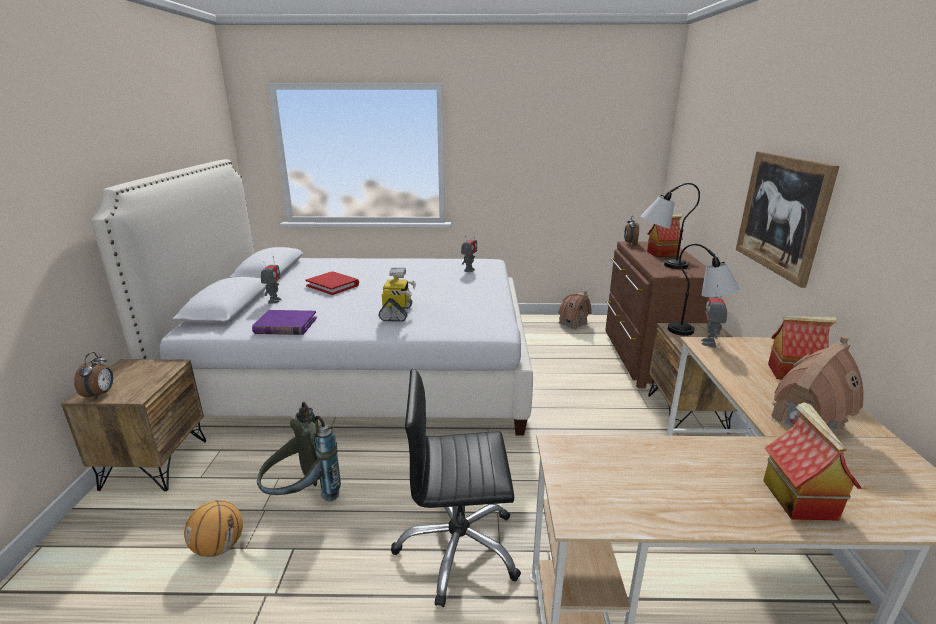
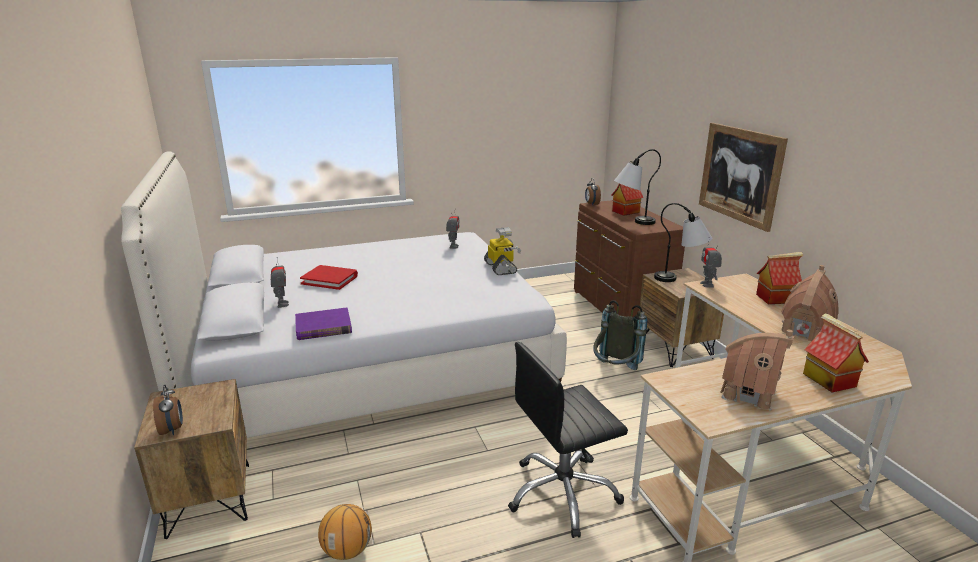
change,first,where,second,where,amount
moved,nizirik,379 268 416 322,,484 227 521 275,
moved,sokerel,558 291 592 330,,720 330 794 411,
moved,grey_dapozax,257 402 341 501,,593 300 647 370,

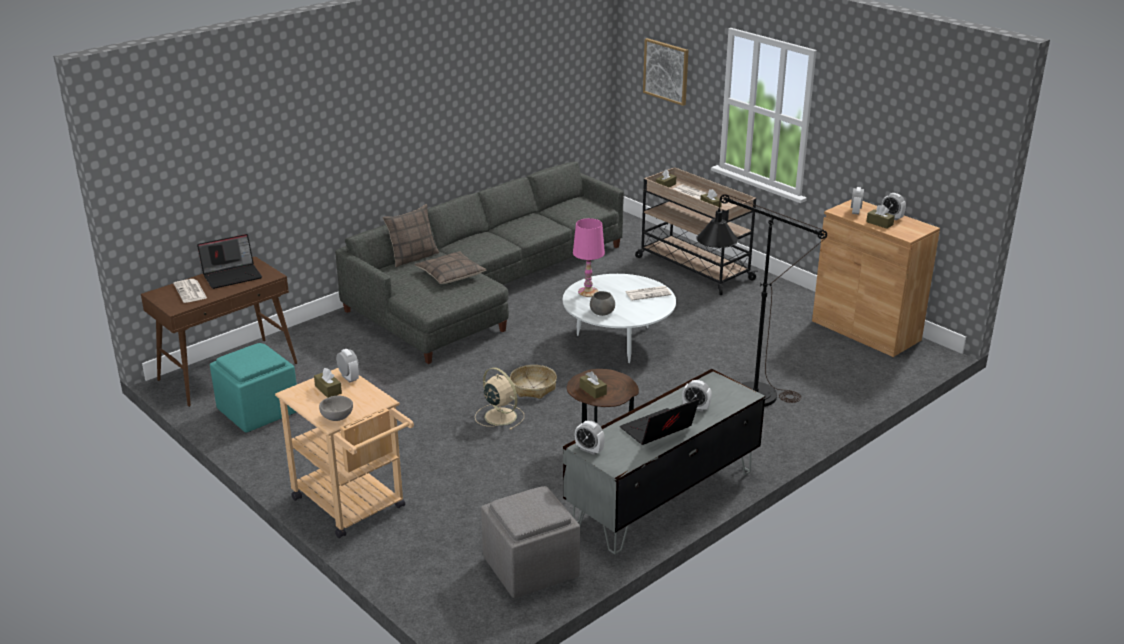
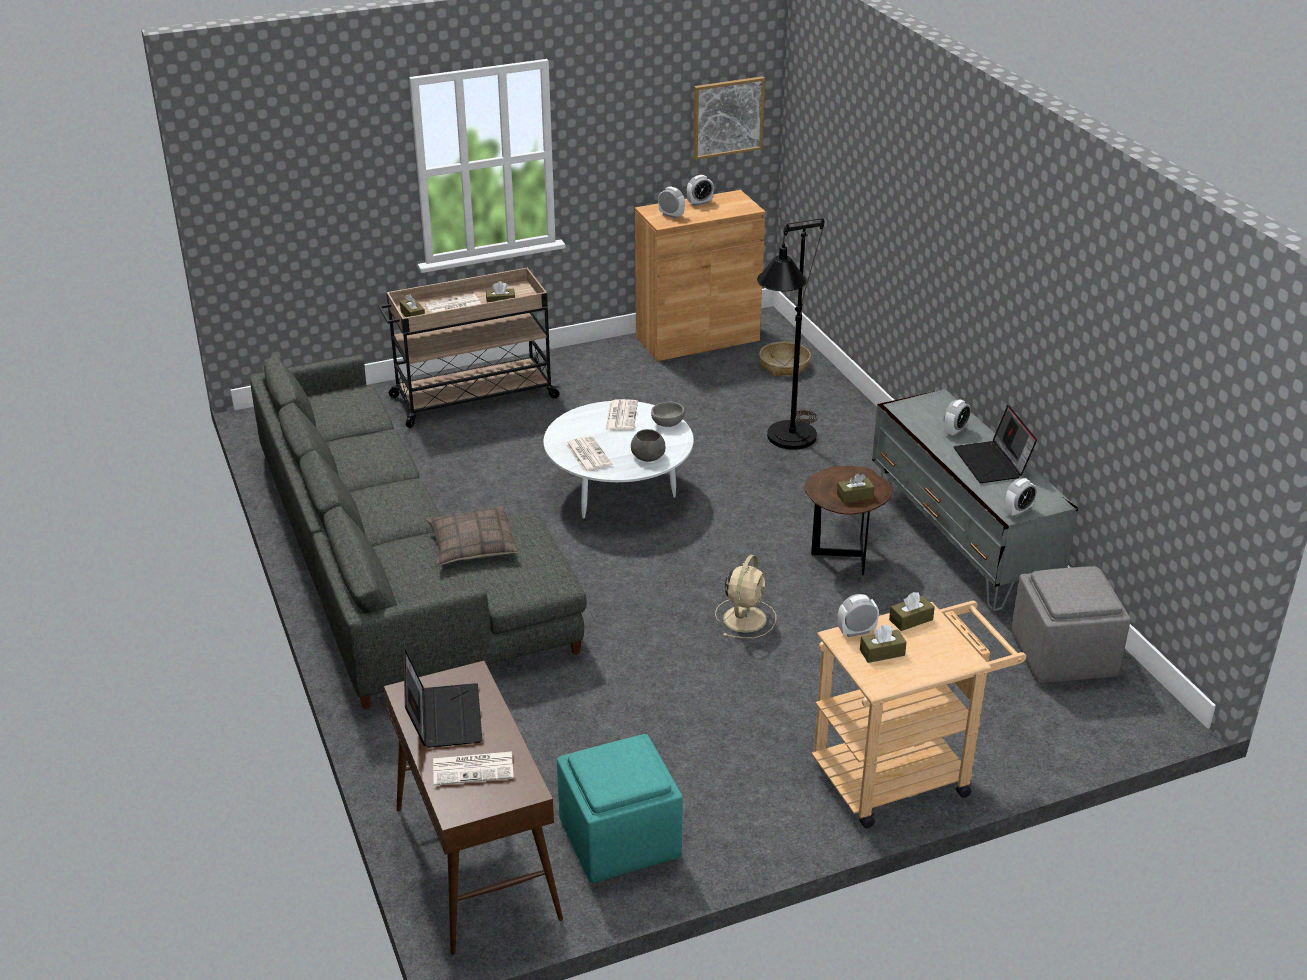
change,first,where,second,where,amount
moved,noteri,643 38 688 106,,693 76 765 160,
removed,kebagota,383 204 439 267,,,
moved,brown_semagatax,866 205 895 229,,889 592 935 631,
replaced,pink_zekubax,573 218 605 297,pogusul,565 436 612 472,
moved,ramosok,510 365 557 399,,759 342 811 376,
turned,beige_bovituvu,475 367 524 430,,715 555 776 638,135 degrees clockwise
moved,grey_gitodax,319 396 353 421,,651 402 685 427,

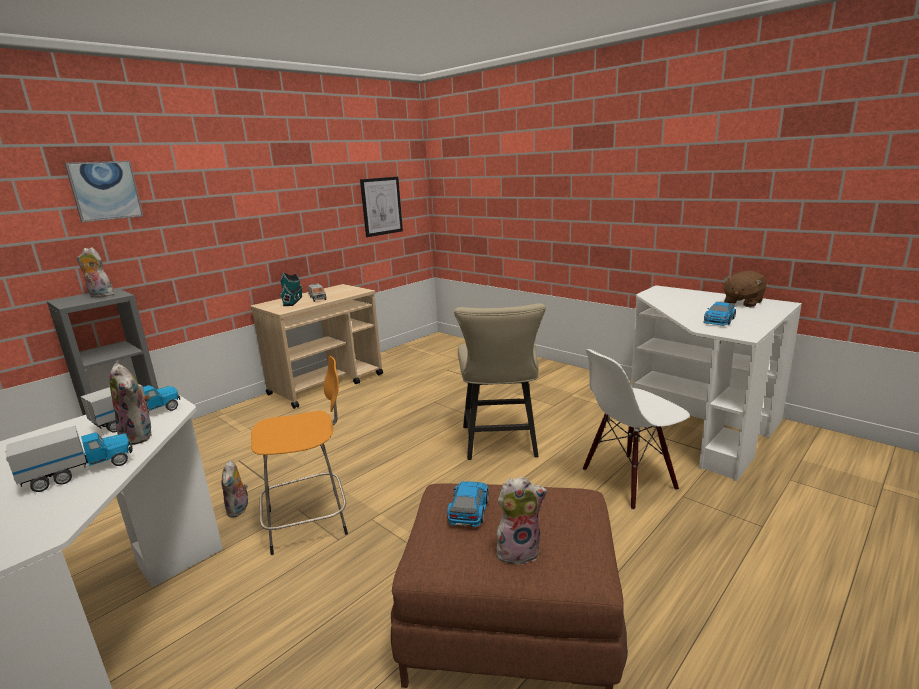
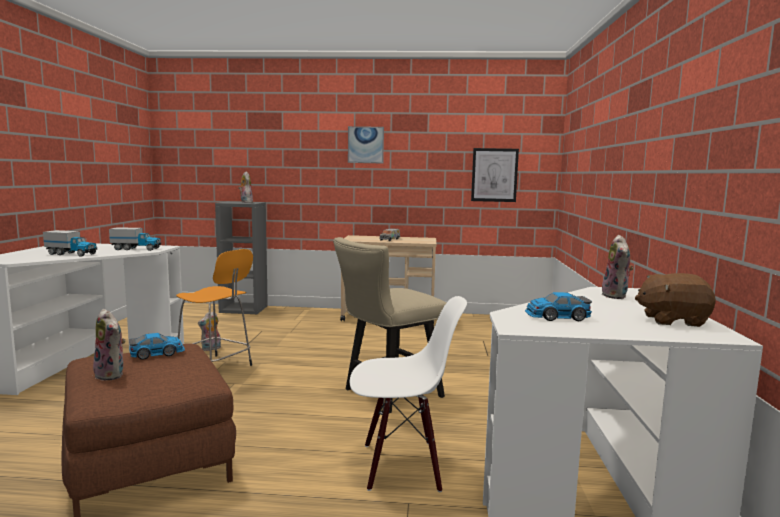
change,first,where,second,where,amount
moved,noteri,65 161 143 222,,348 126 384 163,
removed,sokerel,280 273 303 306,,,
turned,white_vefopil,583 349 690 510,,350 296 467 492,150 degrees clockwise
moved,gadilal,110 363 152 445,,602 235 634 299,

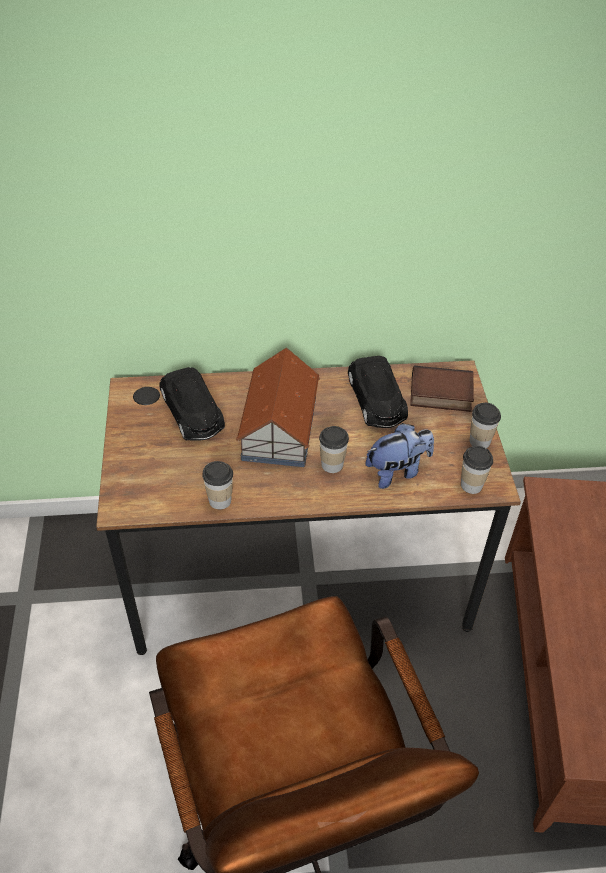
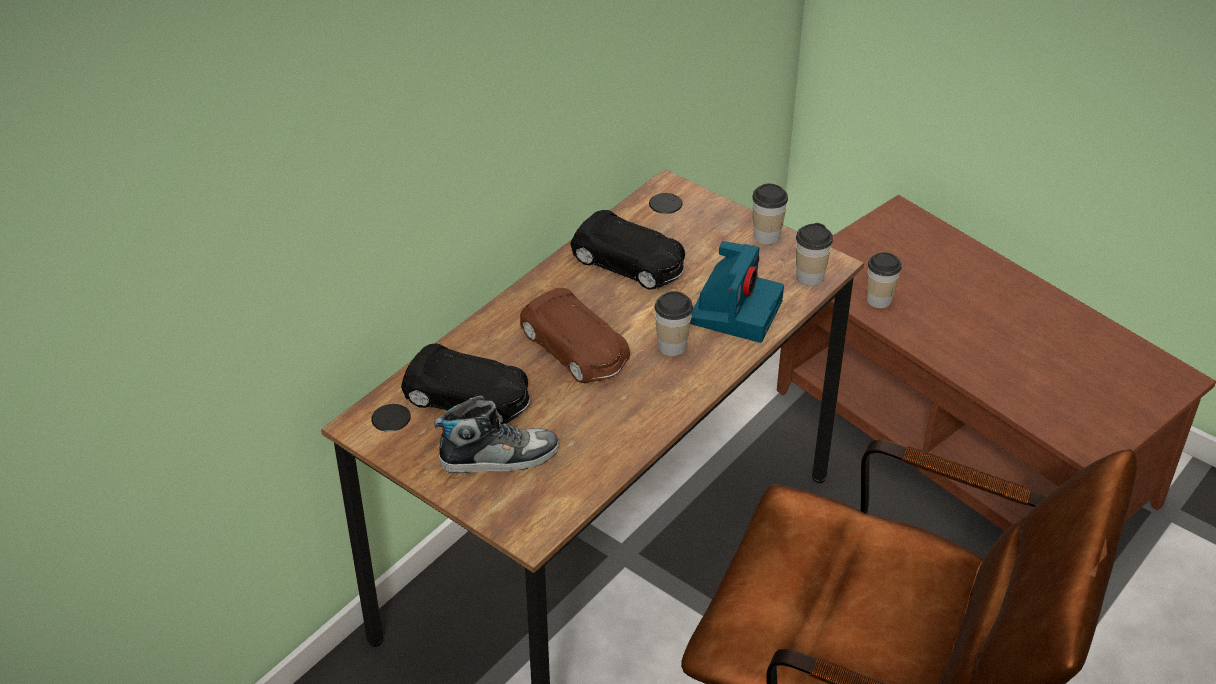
change,first,where,second,where,amount
replaced,sokerel,236 348 320 467,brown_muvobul,520 288 630 384,
removed,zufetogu,410 366 474 412,,,
replaced,gadilal,366 423 434 489,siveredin,690 241 784 343,
moved,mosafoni,202 461 233 510,,867 252 901 308,
added,,,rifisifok,434 395 559 473,

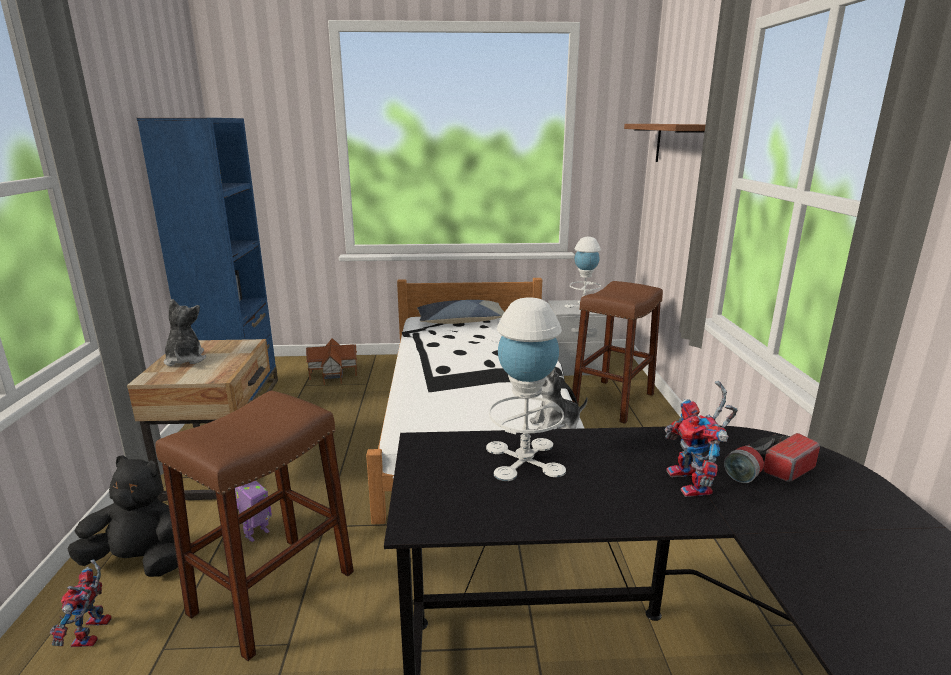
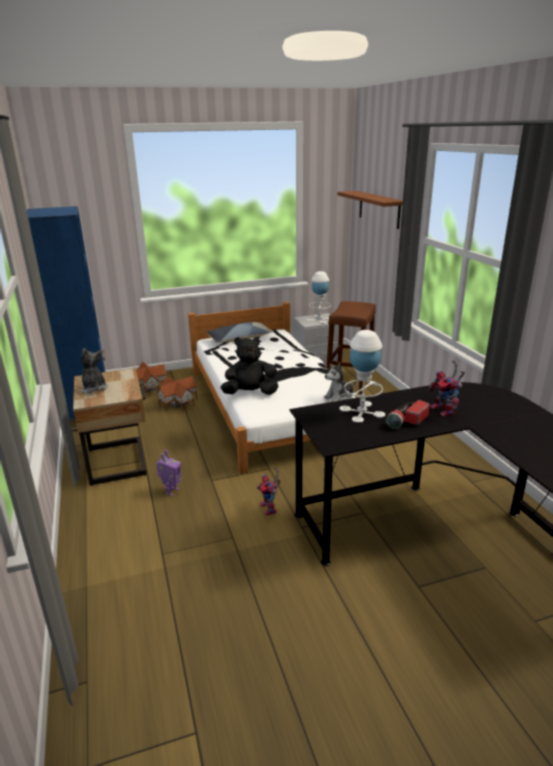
change,first,where,second,where,amount
removed,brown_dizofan,156 391 354 661,,,
moved,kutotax,724 433 820 483,,386 400 430 429,
moved,black_gadilal,68 455 178 577,,220 337 278 395,
moved,nizirik,50 559 111 647,,257 467 280 515,
added,,,sokerel,157 376 197 412,

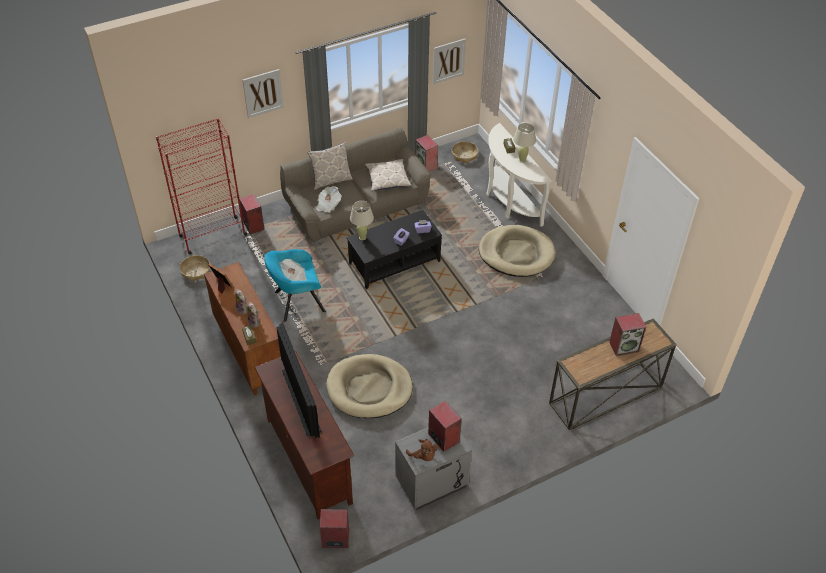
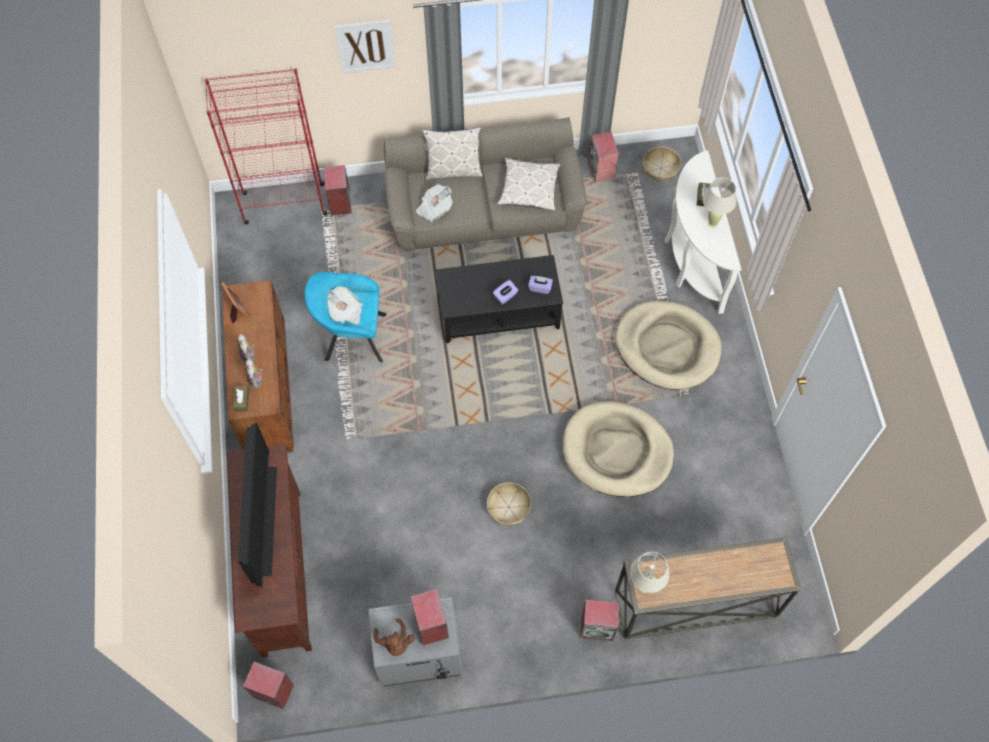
change,first,where,second,where,amount
removed,noteri,433 39 466 84,,,
moved,beige_zekubax,350 201 374 240,,630 552 670 593,
moved,ramosok,180 255 210 282,,487 482 531 525,
moved,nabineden,609 313 646 356,,580 599 619 641,
moved,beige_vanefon,326 354 413 418,,563 401 674 497,

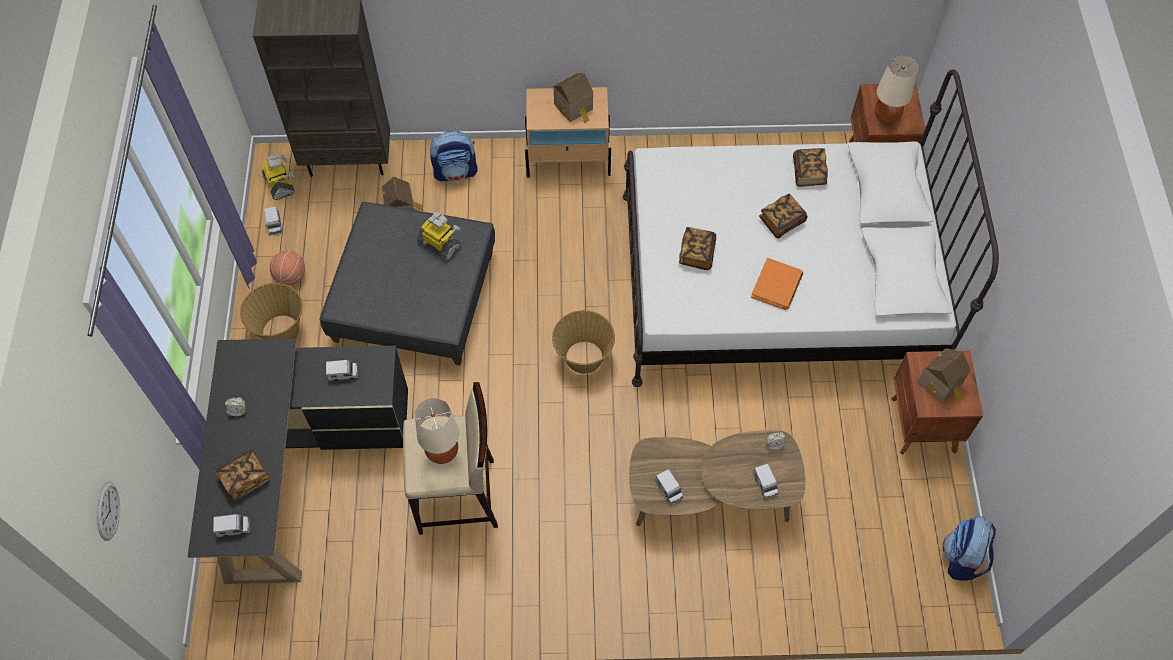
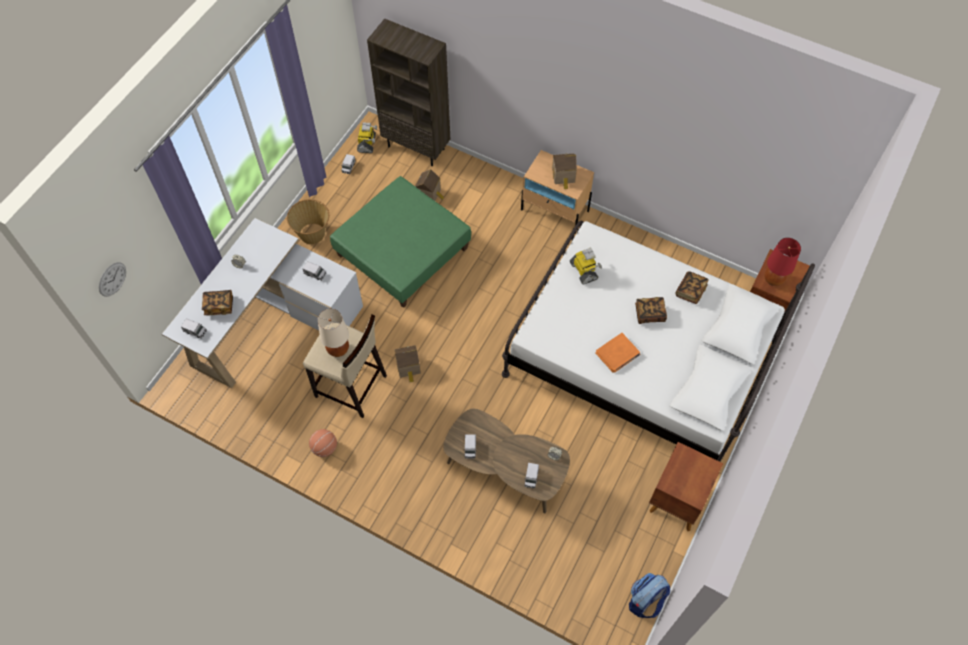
change,first,where,second,where,amount
recoloured,beige_zekubax,874 55 918 124,red_zekubax,764 238 801 286,
removed,dapozax,430 131 477 182,,,
recoloured,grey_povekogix,319 202 495 365,green_povekogix,330 176 471 308,
moved,nizirik,417 212 462 260,,570 248 602 284,
removed,zufetogu,679 227 716 270,,,
moved,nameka,270 251 305 286,,309 429 337 457,
removed,ramosok,552 310 615 374,,,
recoloured,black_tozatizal,188 338 408 584,white_tozatizal,162 218 363 388,
moved,sokerel,917 348 971 403,,394 345 421 382,

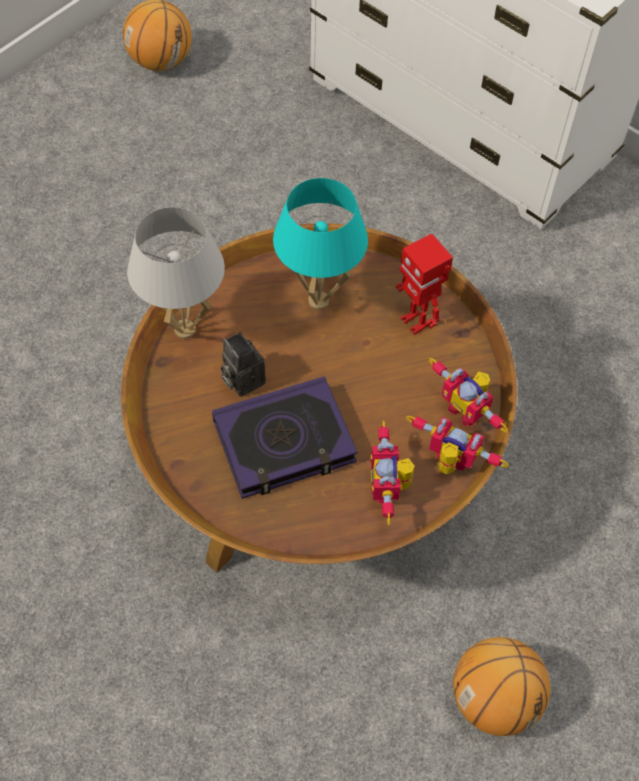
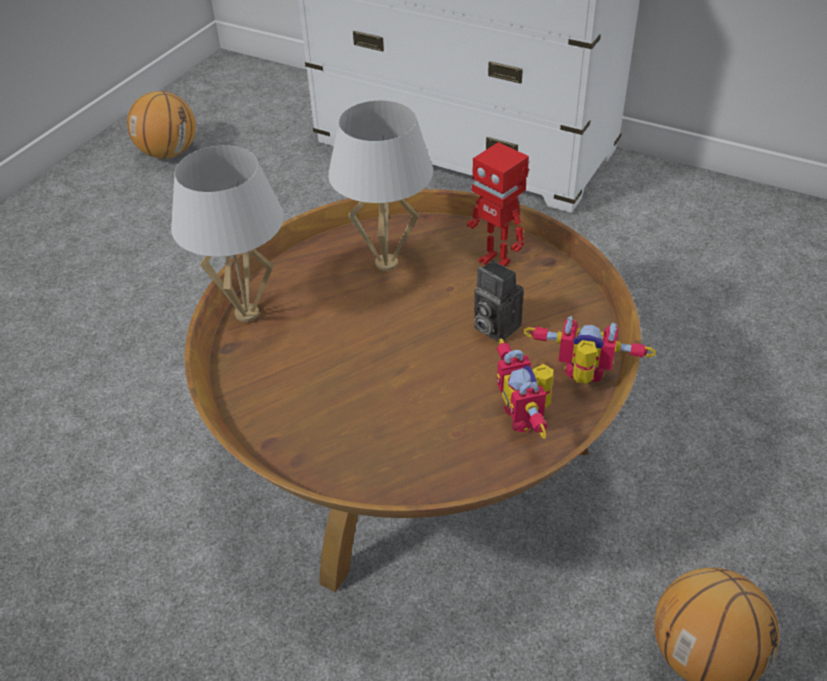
change,first,where,second,where,amount
recoloured,turquoise_zekubax,273 178 368 309,white_zekubax,328 100 433 271,
moved,siveredin,221 332 266 397,,474 260 523 342,
removed,nizirik,429 358 508 433,,,
removed,zufetogu,212 376 358 499,,,

